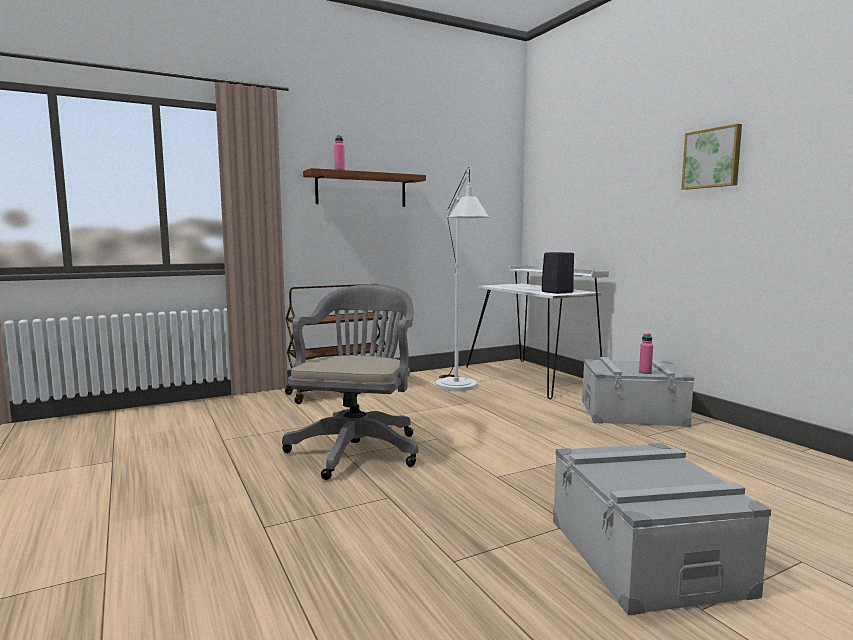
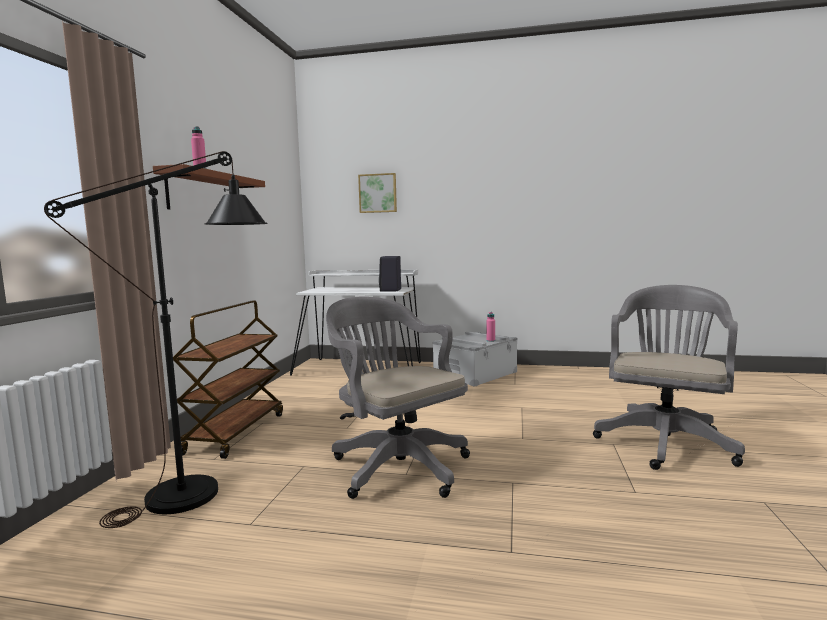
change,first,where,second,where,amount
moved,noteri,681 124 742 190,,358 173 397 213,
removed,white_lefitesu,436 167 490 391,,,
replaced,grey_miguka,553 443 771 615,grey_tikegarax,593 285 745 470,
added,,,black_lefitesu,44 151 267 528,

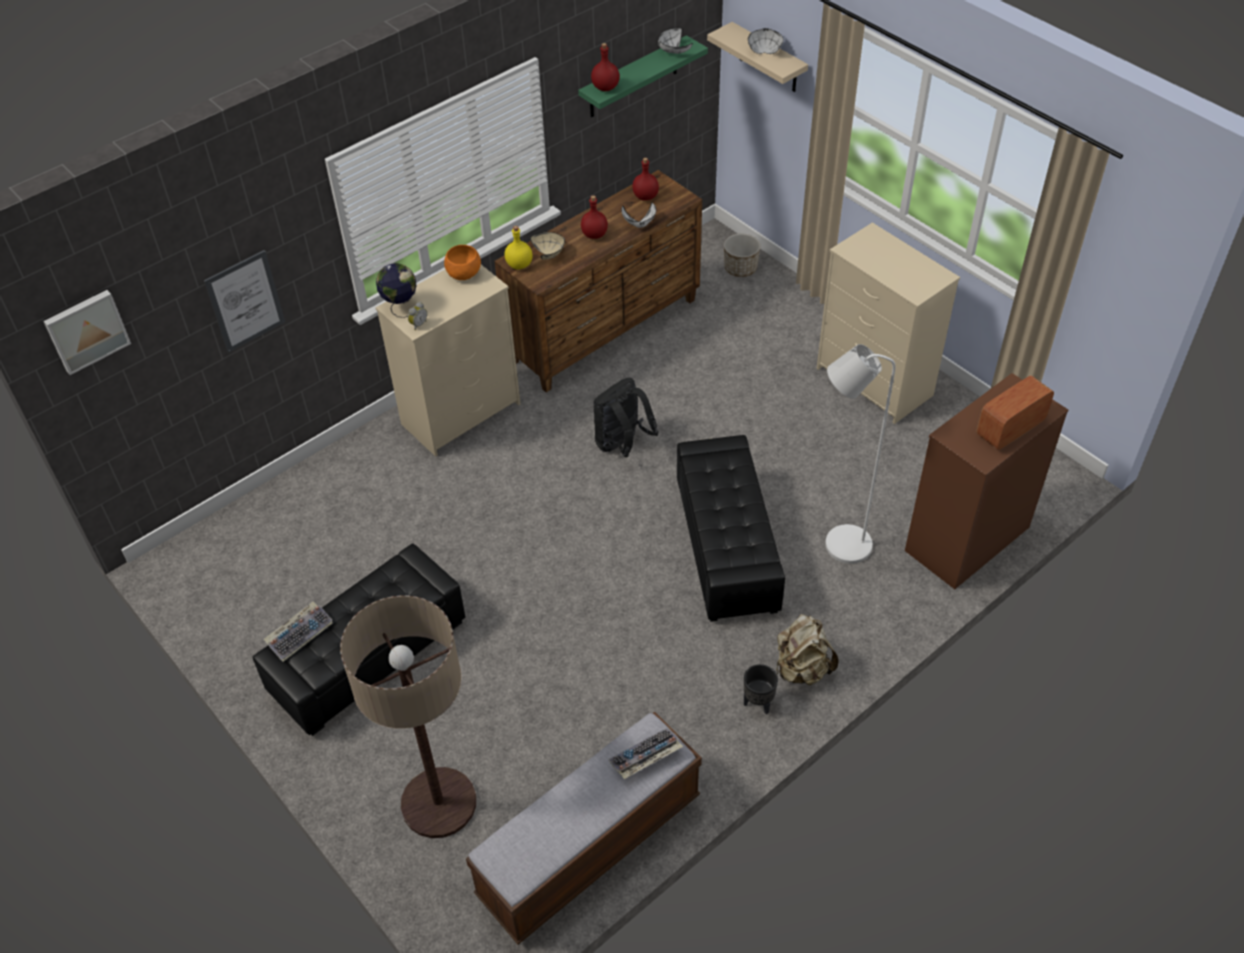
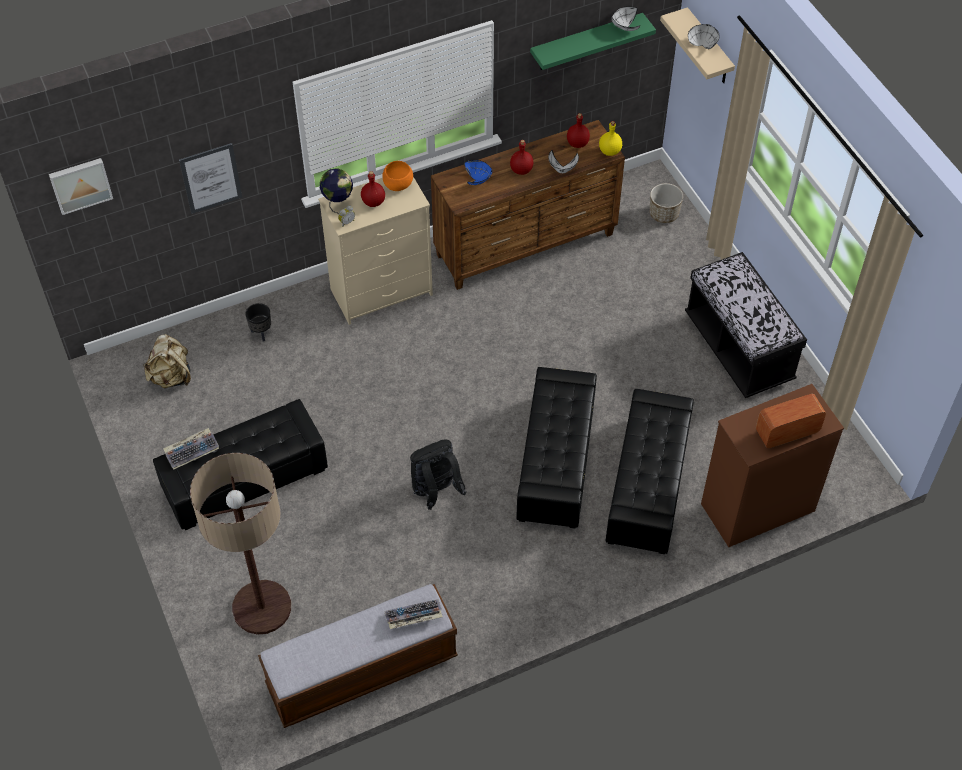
change,first,where,second,where,amount
moved,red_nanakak,591 43 620 91,,361 171 385 207,
replaced,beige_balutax,817 222 960 424,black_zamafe,685 252 807 398,
moved,yellow_nanakak,504 226 533 270,,599 121 622 156,
recoloured,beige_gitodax,530 232 565 260,blue_gitodax,464 160 493 185,
replaced,white_lefitesu,825 344 895 564,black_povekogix,606 389 694 554,
moved,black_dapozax,594 378 659 457,,410 440 467 510,
moved,beige_dapozax,776 614 839 685,,143 334 191 388,
moved,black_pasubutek,744 664 778 714,,245 303 271 342,

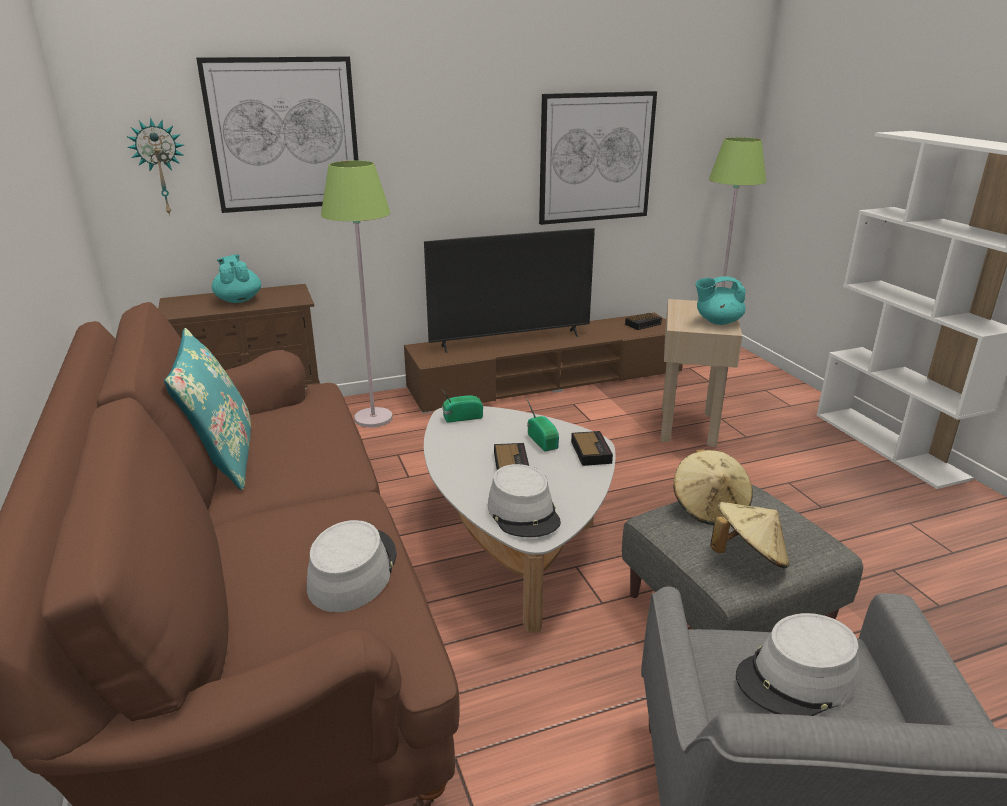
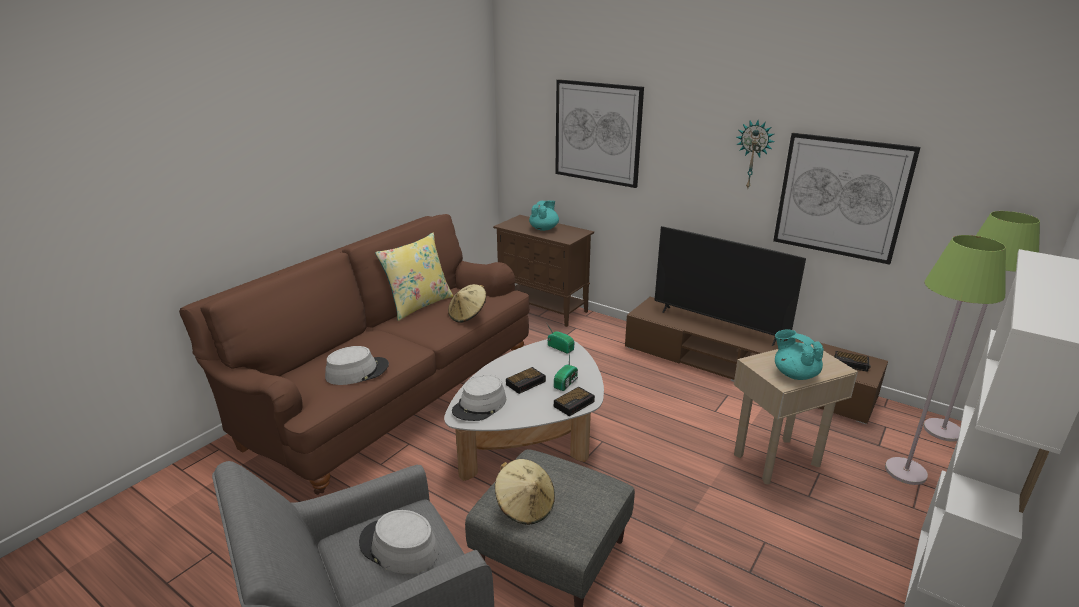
change,first,where,second,where,amount
moved,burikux,126 118 184 216,,736 120 774 188,
moved,green_lefitesu,321 161 393 427,,885 235 1006 485,
recoloured,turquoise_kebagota,164 328 251 490,yellow_kebagota,375 233 453 321,
moved,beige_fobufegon,673 449 753 525,,448 284 486 323,

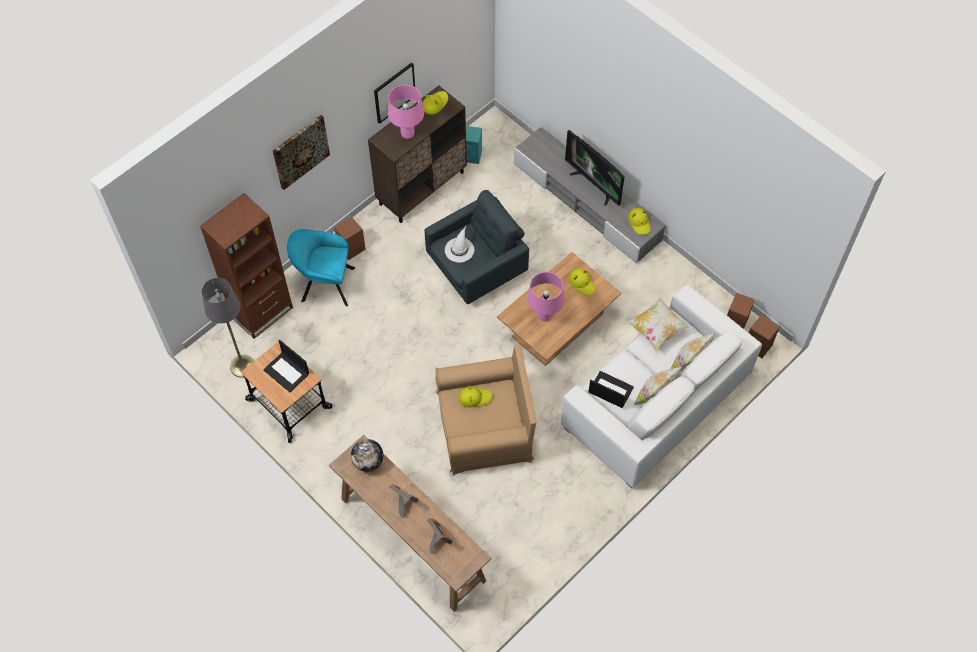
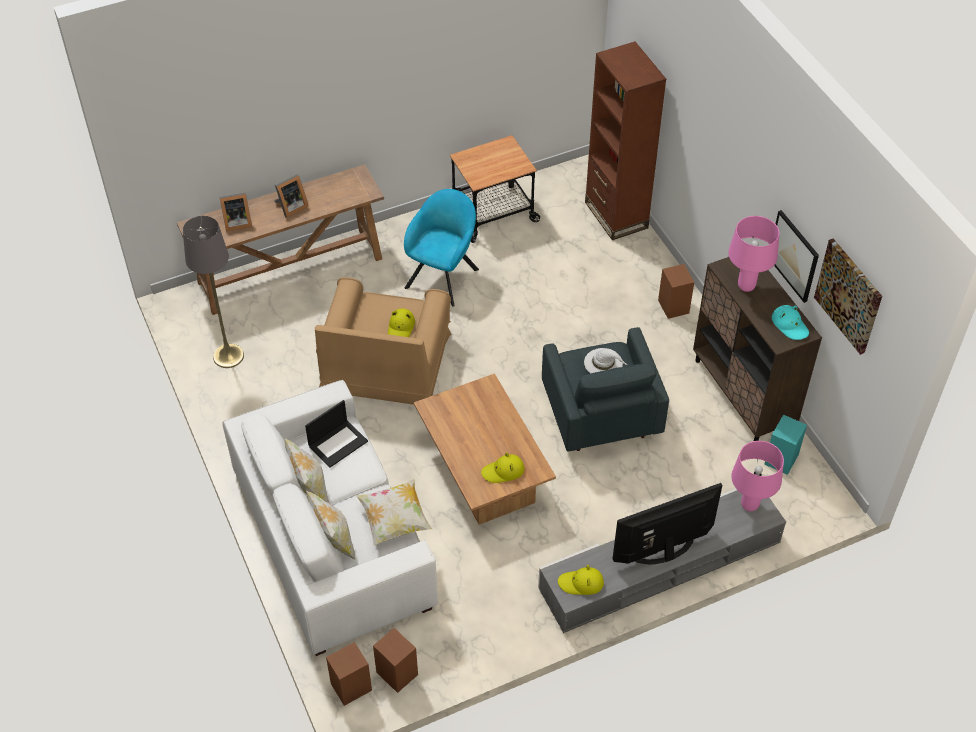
change,first,where,second,where,amount
recoloured,yellow_fobufegon,422 91 448 115,turquoise_fobufegon,772 305 809 340,
moved,noteri,273 115 330 190,,814 239 882 355,
moved,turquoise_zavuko,287 229 355 306,,404 189 479 307,
moved,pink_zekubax,527 272 564 321,,731 441 784 511,
moved,grey_lefitesu,202 278 254 378,,183 216 244 368,
removed,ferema,263 339 309 392,,,
removed,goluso,351 439 383 472,,,

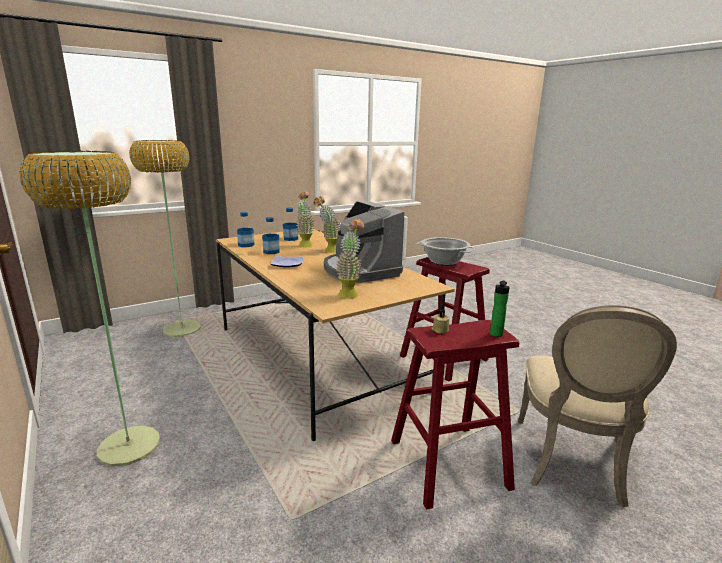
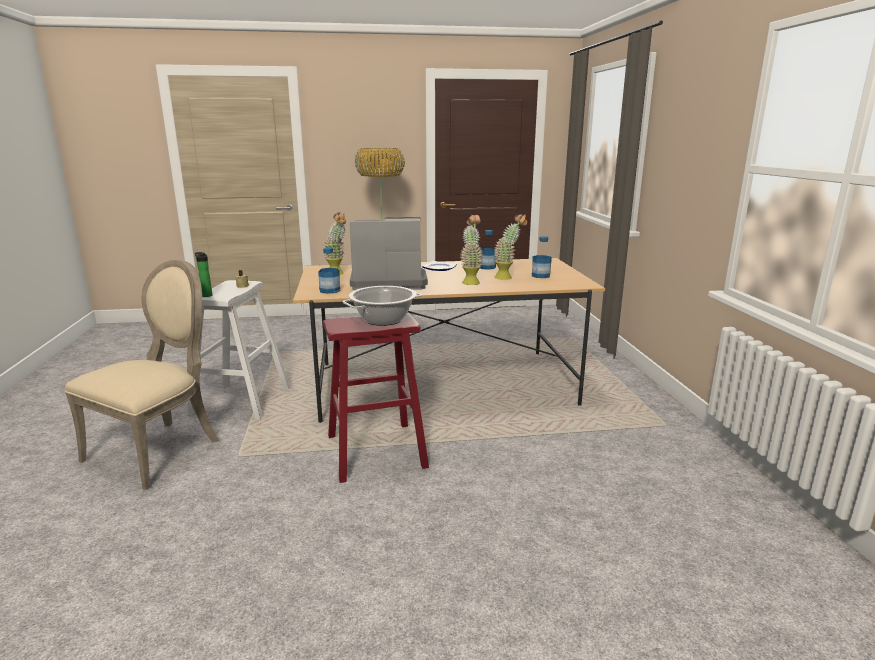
change,first,where,second,where,amount
removed,lefitesu,129 140 201 337,,,
moved,nanakak,237 212 255 247,,318 247 340 294,
turned,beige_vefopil,518 305 677 507,,65 260 219 490,75 degrees clockwise
recoloured,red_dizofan,391 320 519 510,white_dizofan,187 280 290 419,

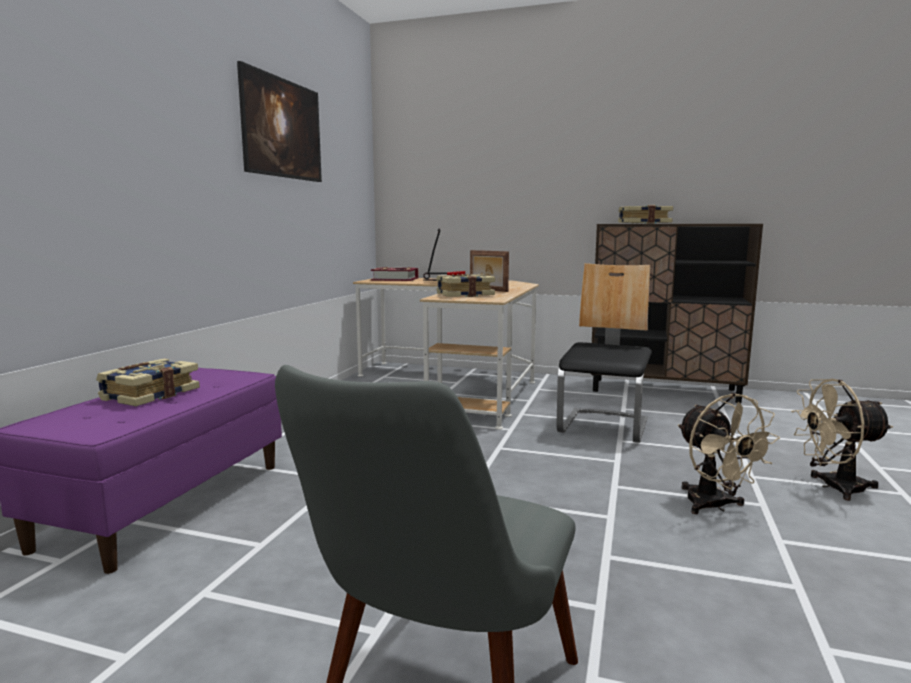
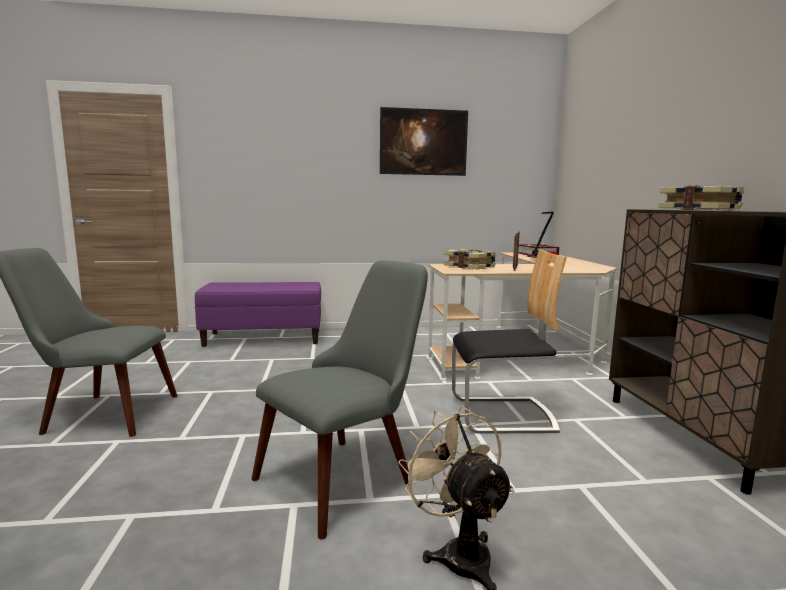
change,first,where,second,where,amount
removed,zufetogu,96 359 200 406,,,
replaced,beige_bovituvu,678 393 780 514,grey_vefopil,252 260 428 539,

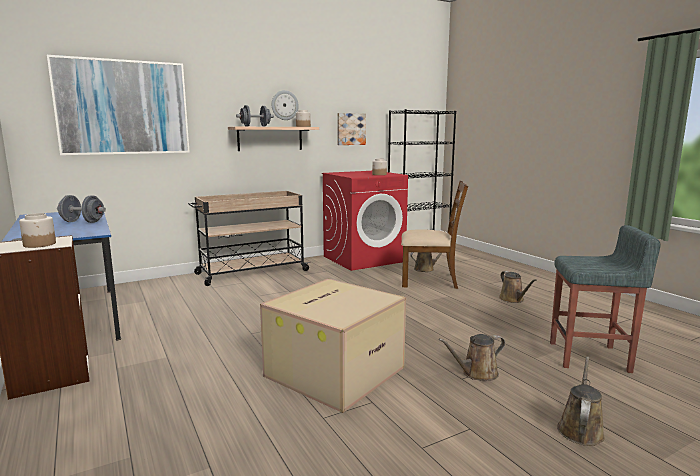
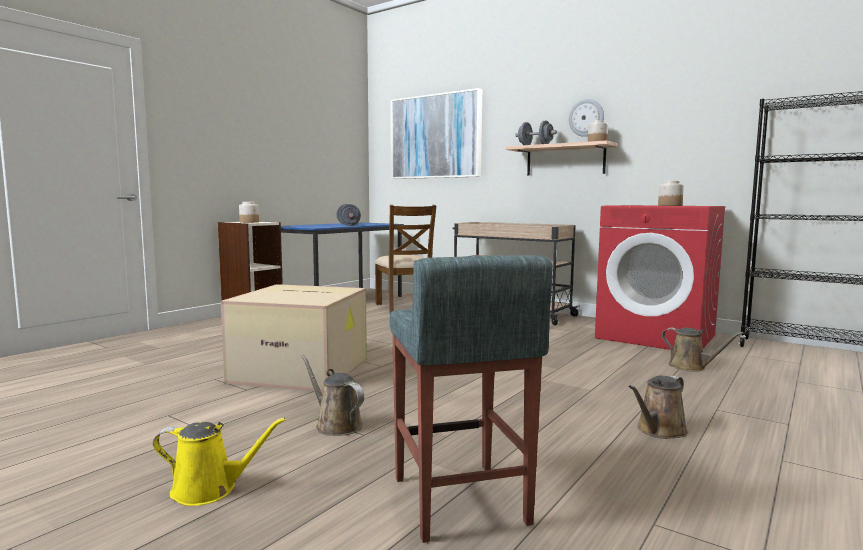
change,first,where,second,where,amount
removed,noteri,337 113 366 145,,,
moved,brown_vefopil,401 181 468 289,,375 205 436 312,
recoloured,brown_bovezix,557 356 605 446,yellow_bovezix,153 418 286 506,

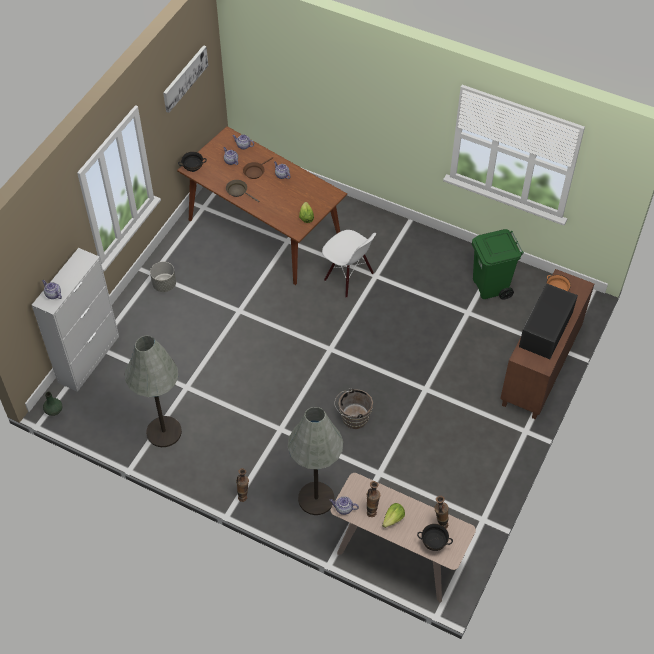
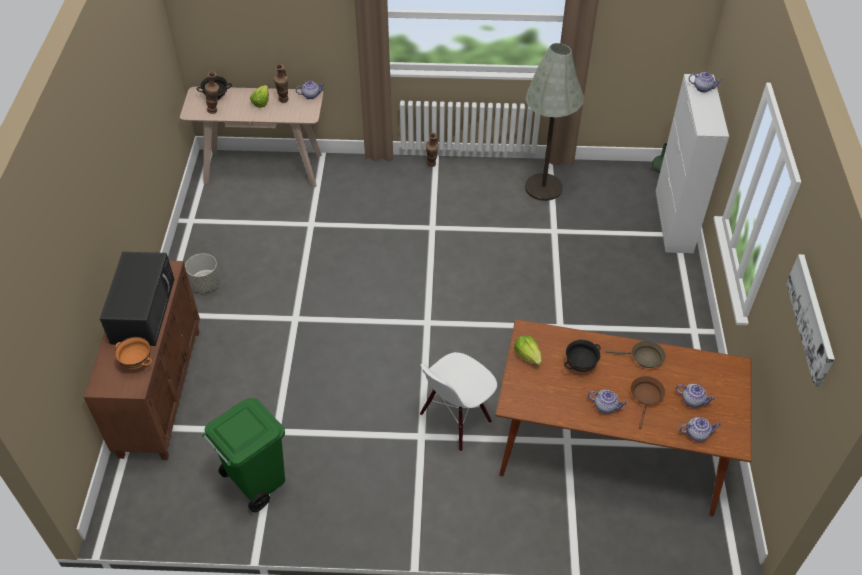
change,first,where,second,where,amount
moved,black_gitodax,178 152 207 172,,564 340 601 372,
turned,white_vefopil,322 230 376 298,,420 352 497 452,60 degrees counterclockwise
moved,grey_pasubutek,150 262 176 292,,185 253 221 293,
removed,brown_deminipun,334 388 373 429,,,
removed,grey_lefitesu,288 407 343 515,,,

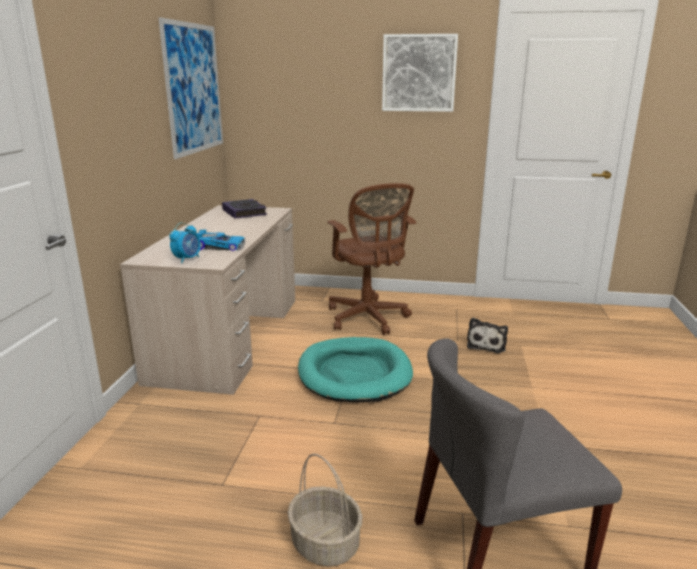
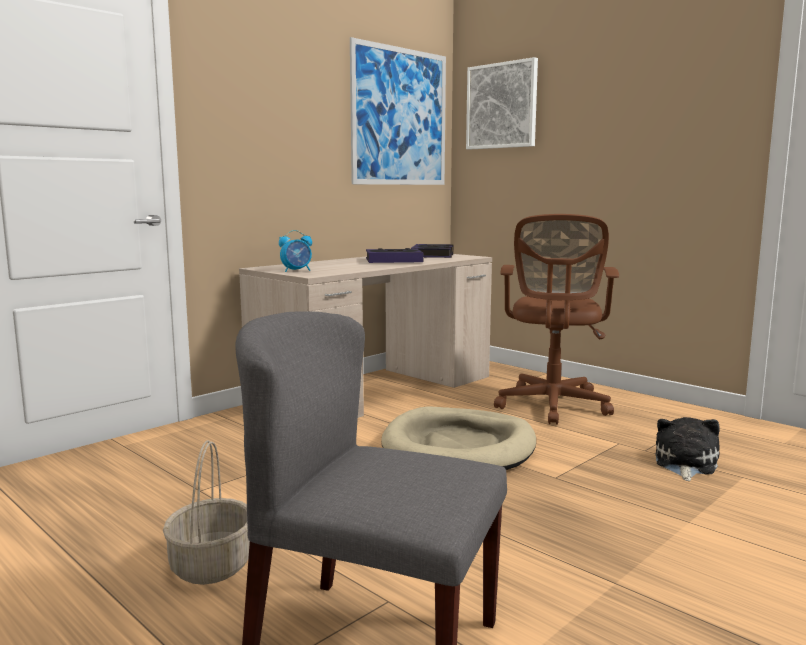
change,first,where,second,where,amount
moved,noteri,382 34 458 112,,466 57 538 150,
removed,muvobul,196 230 245 251,,,
turned,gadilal,467 318 508 353,,655 417 720 481,150 degrees clockwise
recoloured,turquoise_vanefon,298 337 413 402,beige_vanefon,381 406 536 470,
added,,,zufetogu,366 248 424 263,

